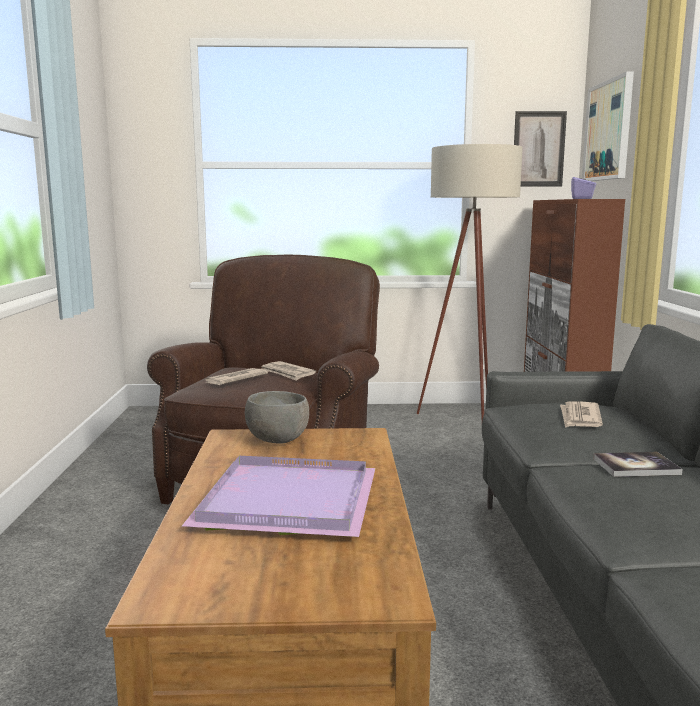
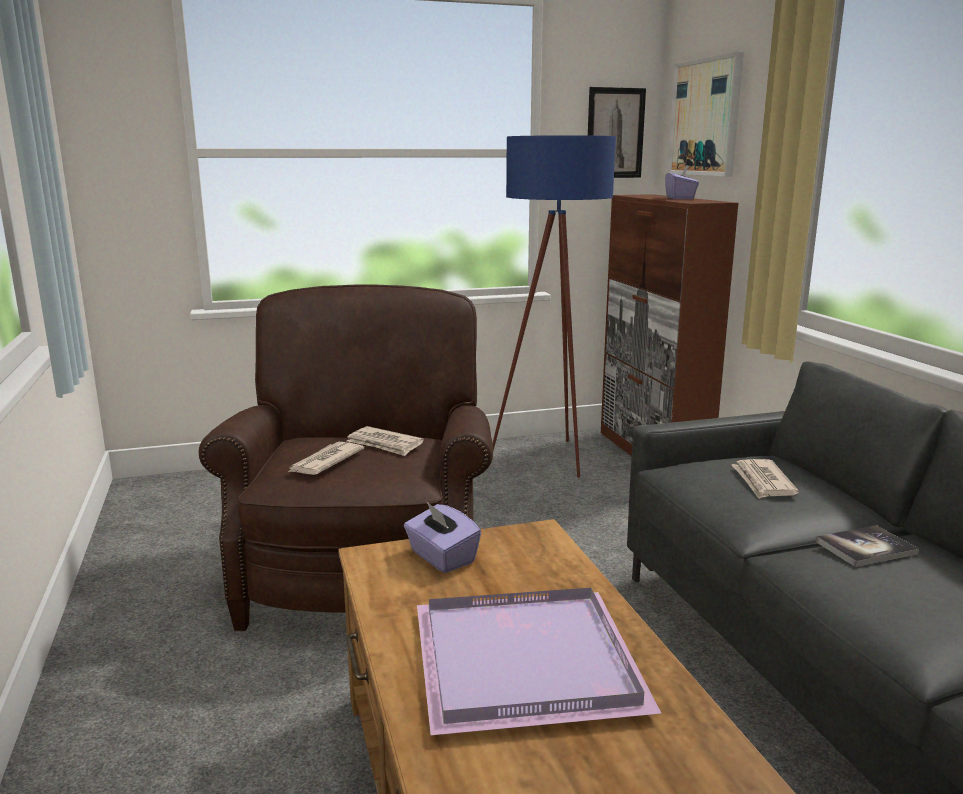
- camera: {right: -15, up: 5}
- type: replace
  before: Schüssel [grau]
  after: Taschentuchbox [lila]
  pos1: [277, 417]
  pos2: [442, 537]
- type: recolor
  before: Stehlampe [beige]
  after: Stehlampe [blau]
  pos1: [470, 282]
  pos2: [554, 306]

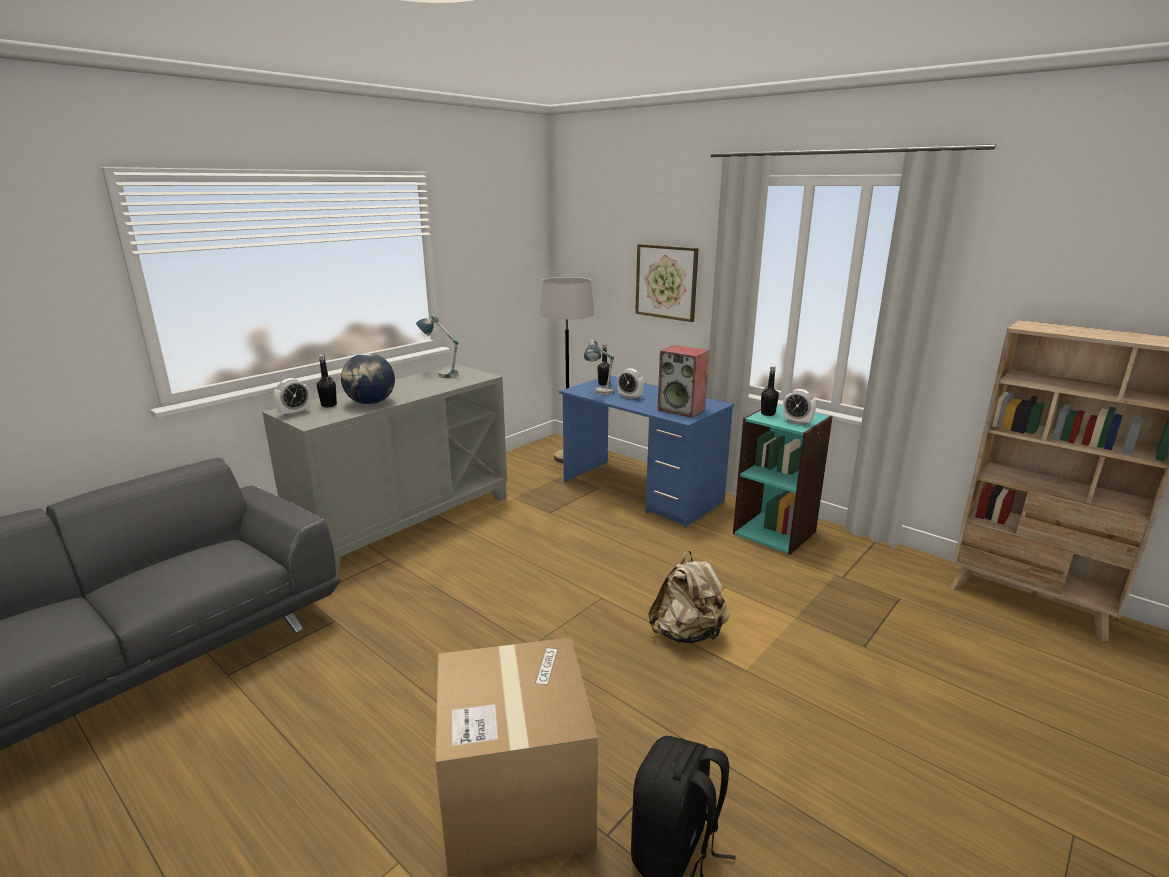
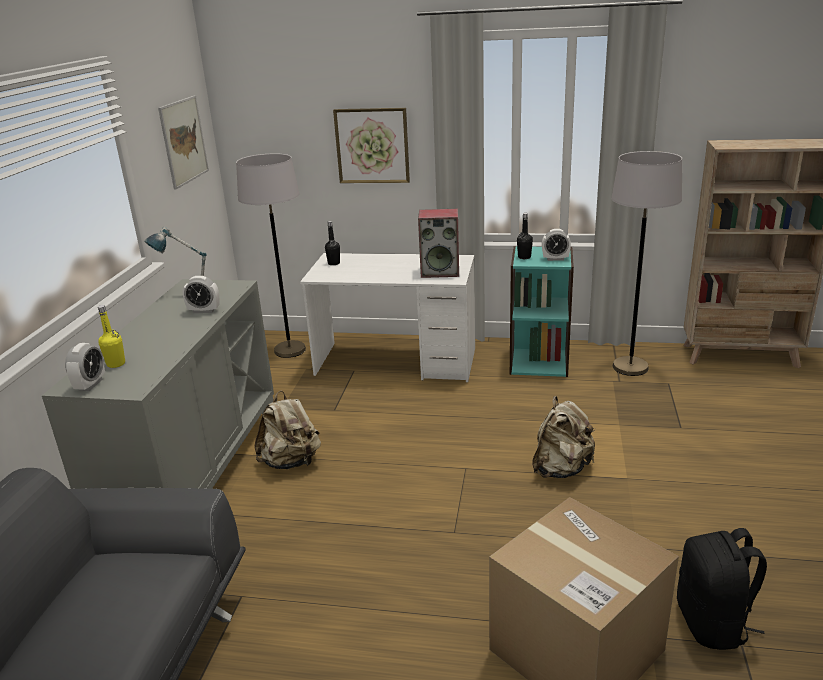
- camera: {right: -30, up: 5}
- type: recolor
  before: Flasche [schwarz]
  after: Flasche [gelb]
  pos1: [327, 381]
  pos2: [111, 336]
- type: insert
  after: Bild
  pos2: [183, 143]
- type: move
  before: Wecker
  pos1: [630, 383]
  pos2: [201, 294]
- type: insert
  after: Rucksack [beige]
  pos2: [287, 430]
- type: recolor
  before: Schreibtisch [blau]
  after: Schreibtisch [weiß]
  pos1: [646, 452]
  pos2: [387, 317]
- type: insert
  after: Stehlampe [grau]
  pos2: [646, 263]
- type: delete
  before: Globus
  pos1: [368, 379]
- type: delete
  before: Tischlampe
  pos1: [599, 367]

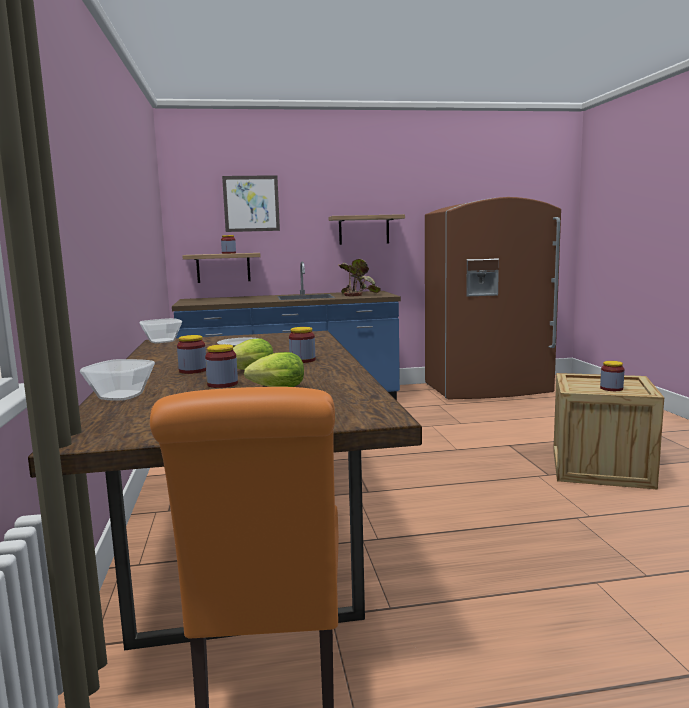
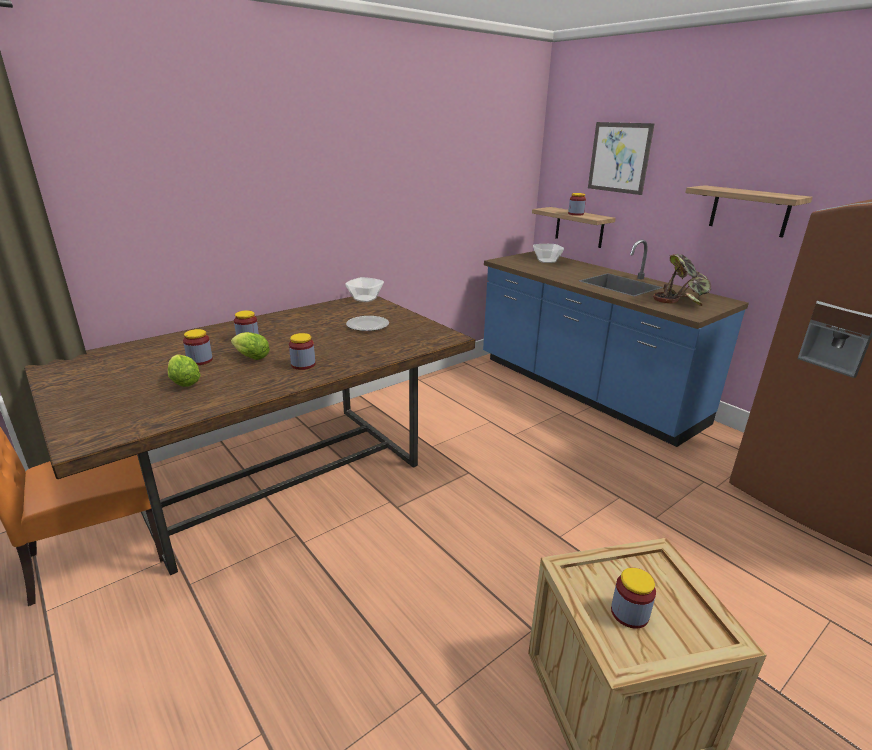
- camera: {right: 60, up: 15}
- type: move
  before: Schüssel
  pos1: [117, 380]
  pos2: [548, 253]

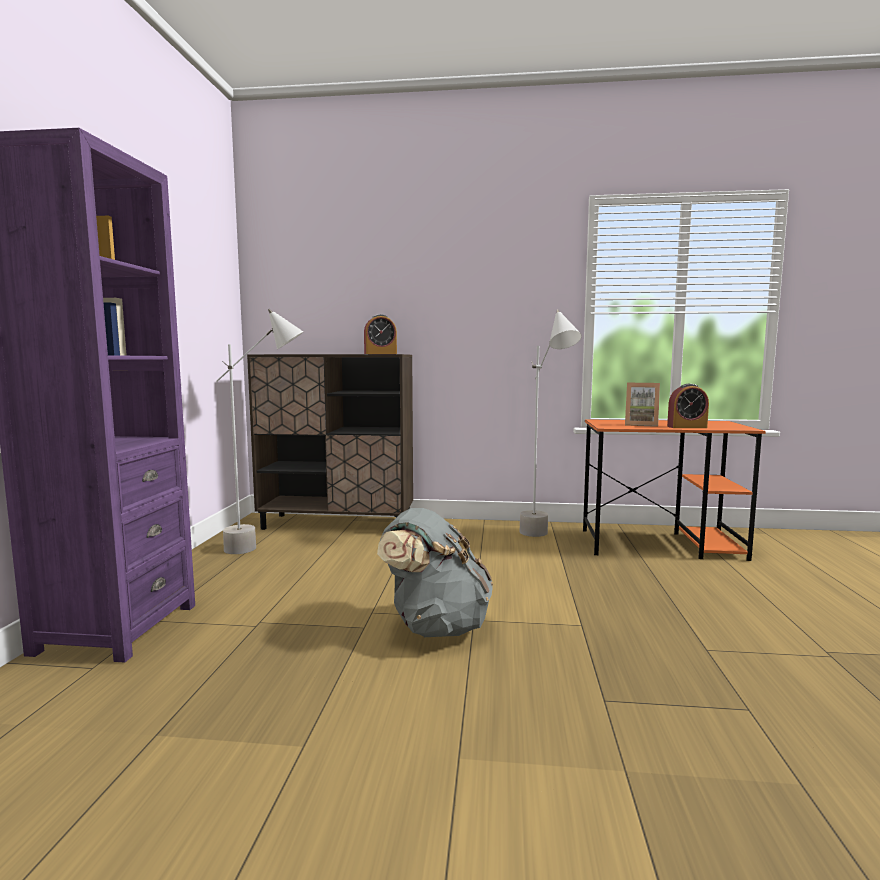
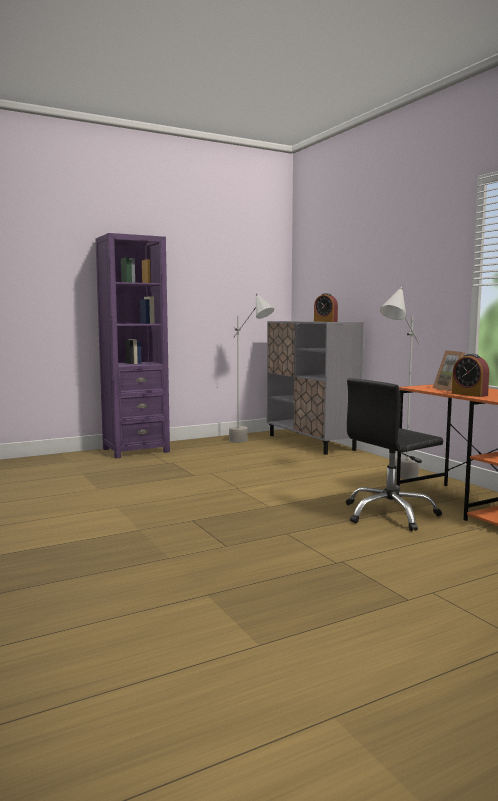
- camera: {right: 55, up: 0}
- type: recolor
  before: Schrank [braun]
  after: Schrank [grau]
  pos1: [330, 442]
  pos2: [315, 388]
- type: insert
  after: Bürostuhl [schwarz]
  pos2: [394, 454]
- type: delete
  before: Rucksack [grau]
  pos1: [435, 572]

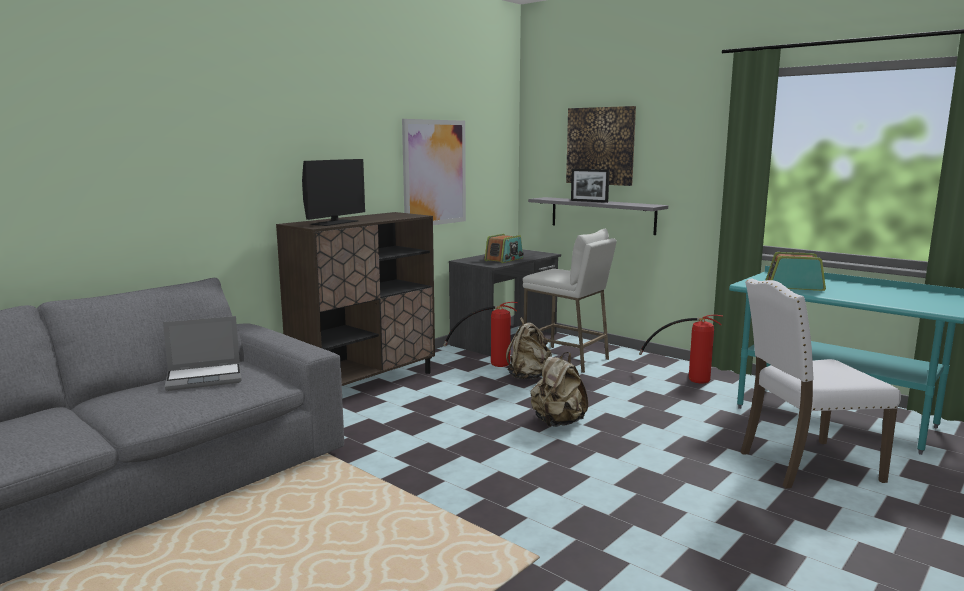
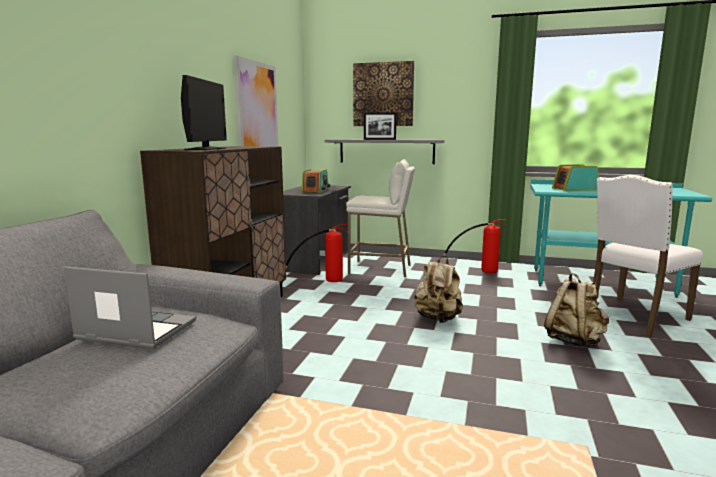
- camera: {right: -25, up: 0}
- type: rotate
  before: Laptop
  pos1: [202, 353]
  pos2: [130, 307]
  turn: -120
- type: move
  before: Rucksack [beige]
  pos1: [529, 348]
  pos2: [576, 310]

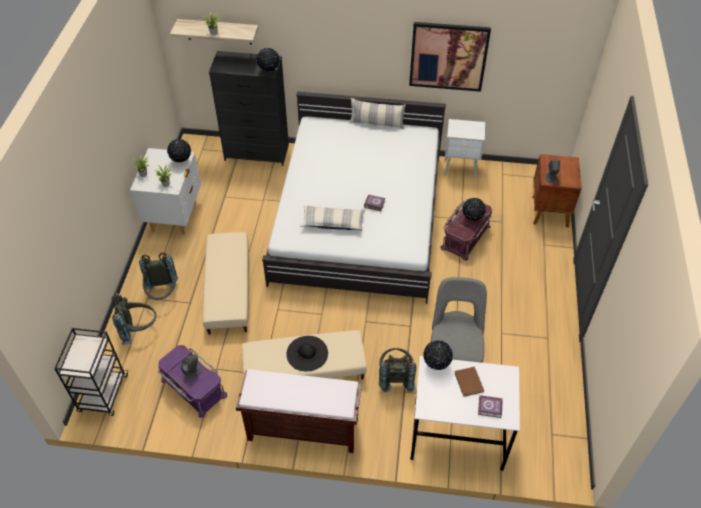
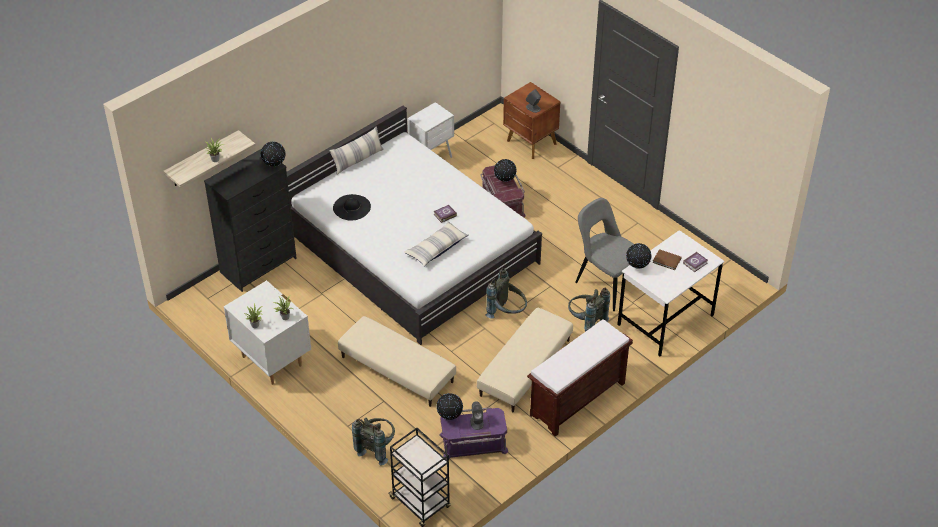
- camera: {right: -50, up: -5}
- type: move
  before: Hut [schwarz]
  pos1: [307, 353]
  pos2: [352, 207]
- type: move
  before: Globus
  pos1: [179, 150]
  pos2: [449, 406]
- type: move
  before: Rucksack [grau]
  pos1: [158, 276]
  pos2: [506, 293]
- type: delete
  before: Bild
  pos1: [450, 57]

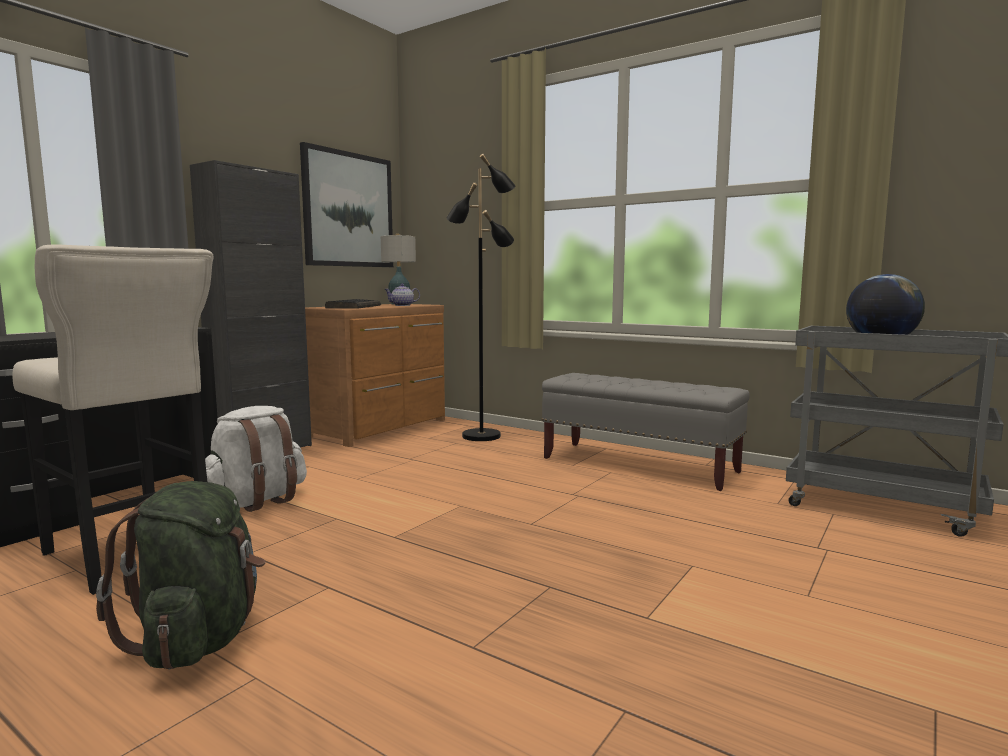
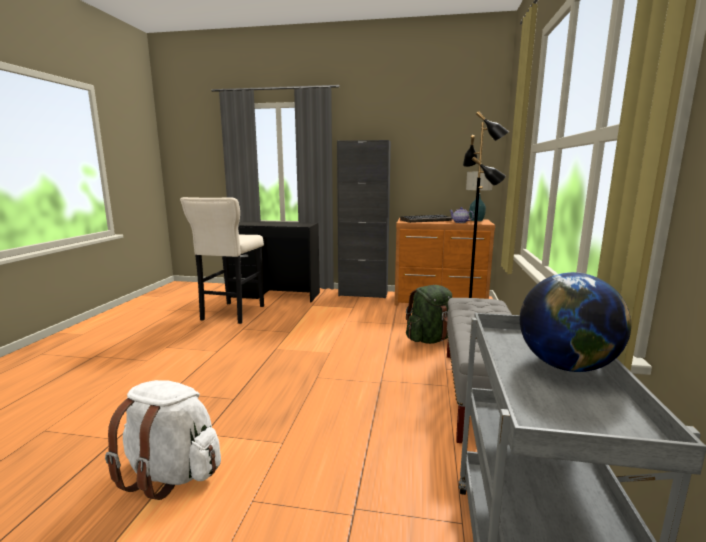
- camera: {right: 65, up: 5}
- type: move
  before: Rucksack [weiß]
  pos1: [256, 459]
  pos2: [163, 440]
- type: move
  before: Rucksack [grün]
  pos1: [180, 575]
  pos2: [429, 314]
- type: delete
  before: Bild
  pos1: [346, 204]

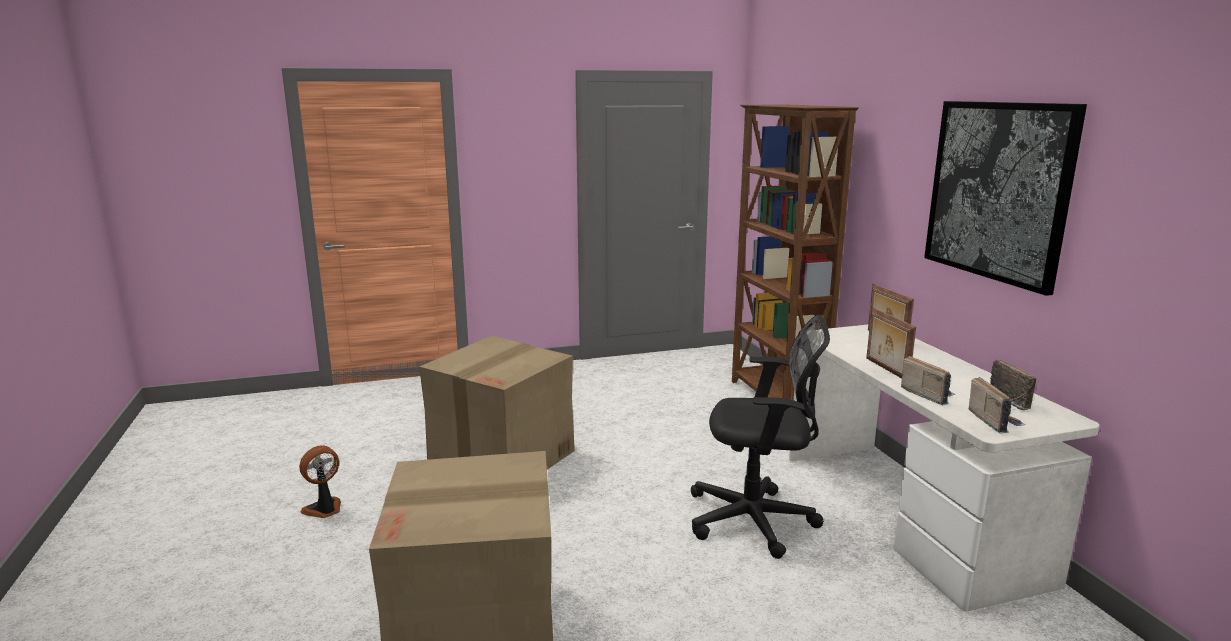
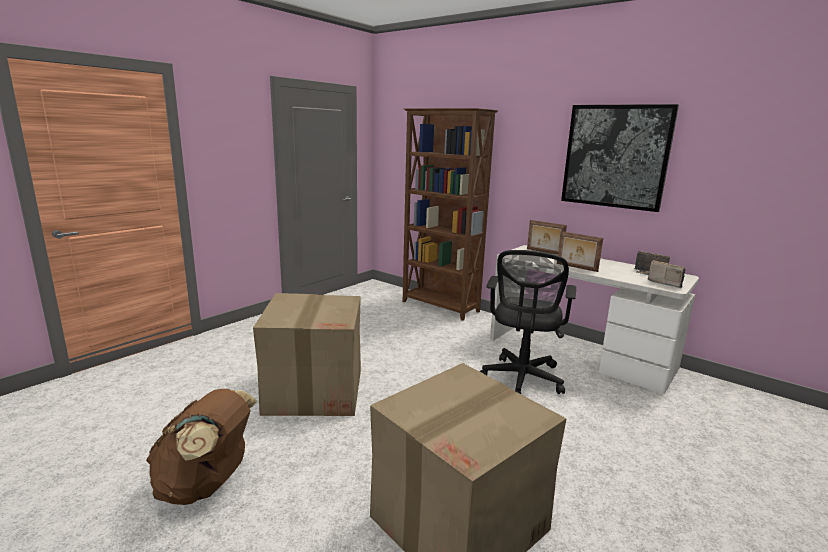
- camera: {right: -35, up: 0}
- type: replace
  before: Ventilator
  after: Rucksack [braun]
  pos1: [320, 481]
  pos2: [201, 447]
- type: rotate
  before: Bürostuhl [schwarz]
  pos1: [760, 437]
  pos2: [527, 322]
  turn: 135
- type: delete
  before: Radio
  pos1: [928, 380]

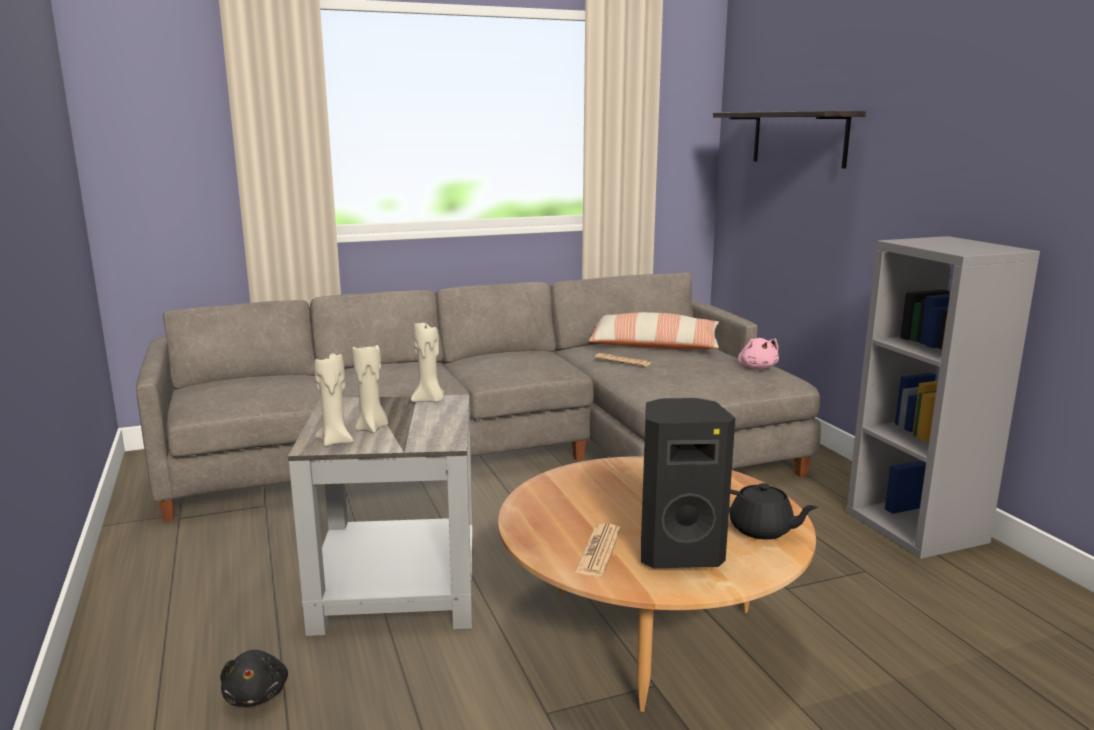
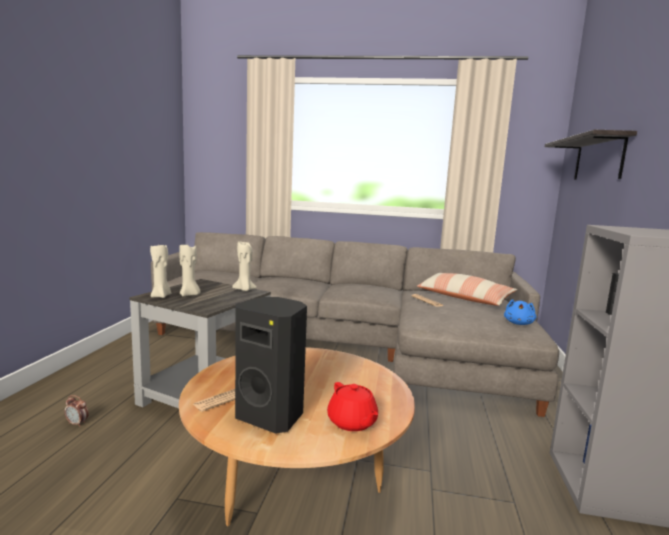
- camera: {right: 30, up: -5}
- type: replace
  before: Plüschtier [schwarz]
  after: Wecker
  pos1: [254, 678]
  pos2: [76, 411]
- type: recolor
  before: Teekanne [schwarz]
  after: Teekanne [rot]
  pos1: [773, 511]
  pos2: [352, 406]
- type: recolor
  before: Plüschtier [rosa]
  after: Plüschtier [blau]
  pos1: [758, 354]
  pos2: [520, 312]

